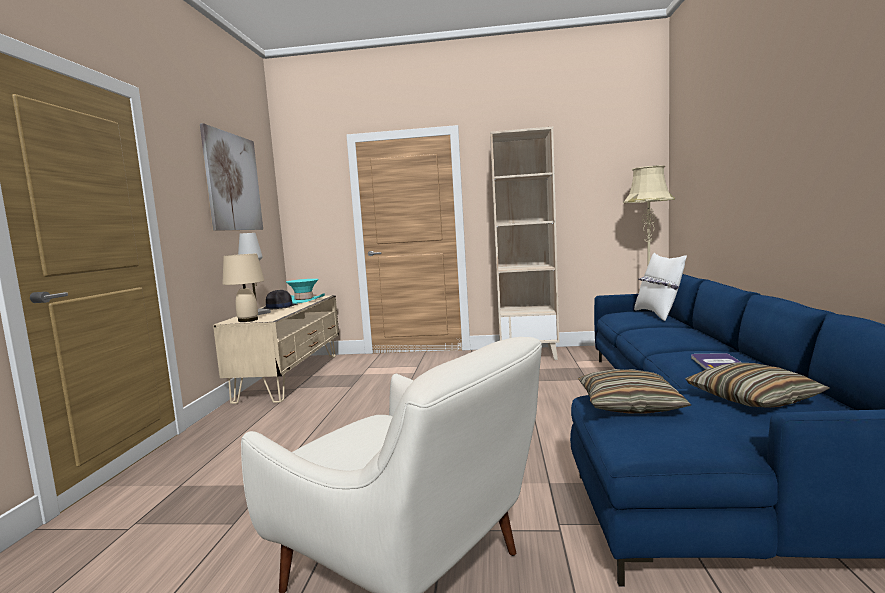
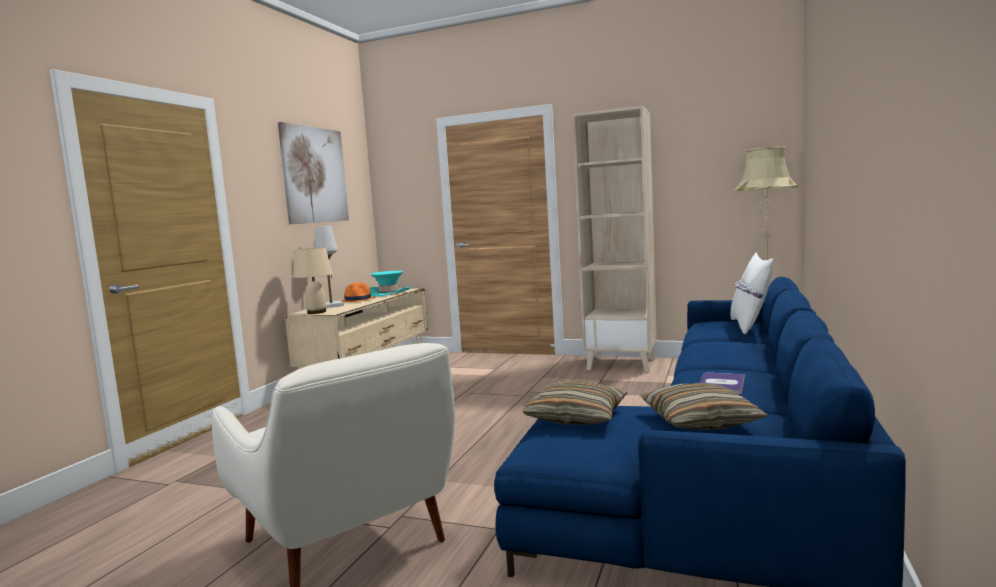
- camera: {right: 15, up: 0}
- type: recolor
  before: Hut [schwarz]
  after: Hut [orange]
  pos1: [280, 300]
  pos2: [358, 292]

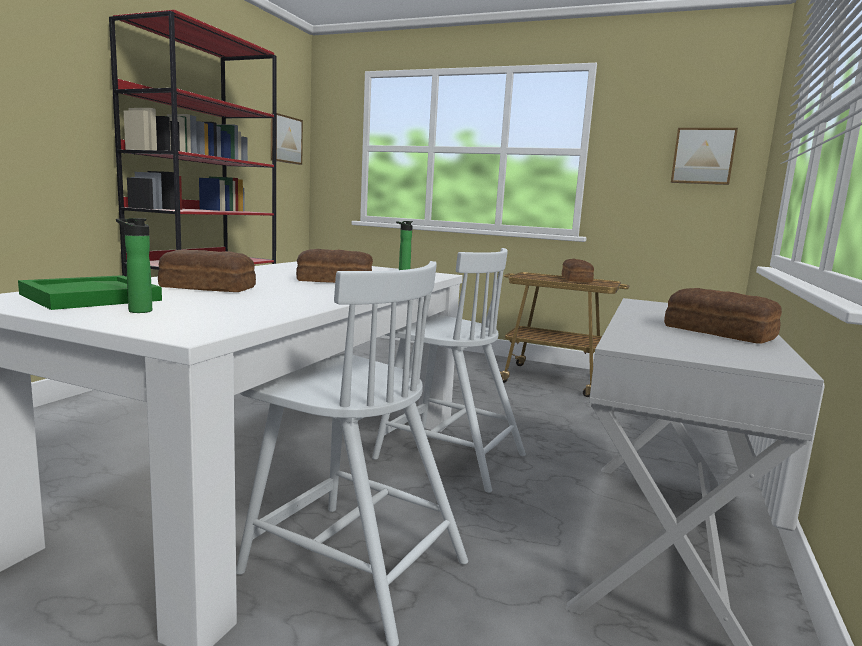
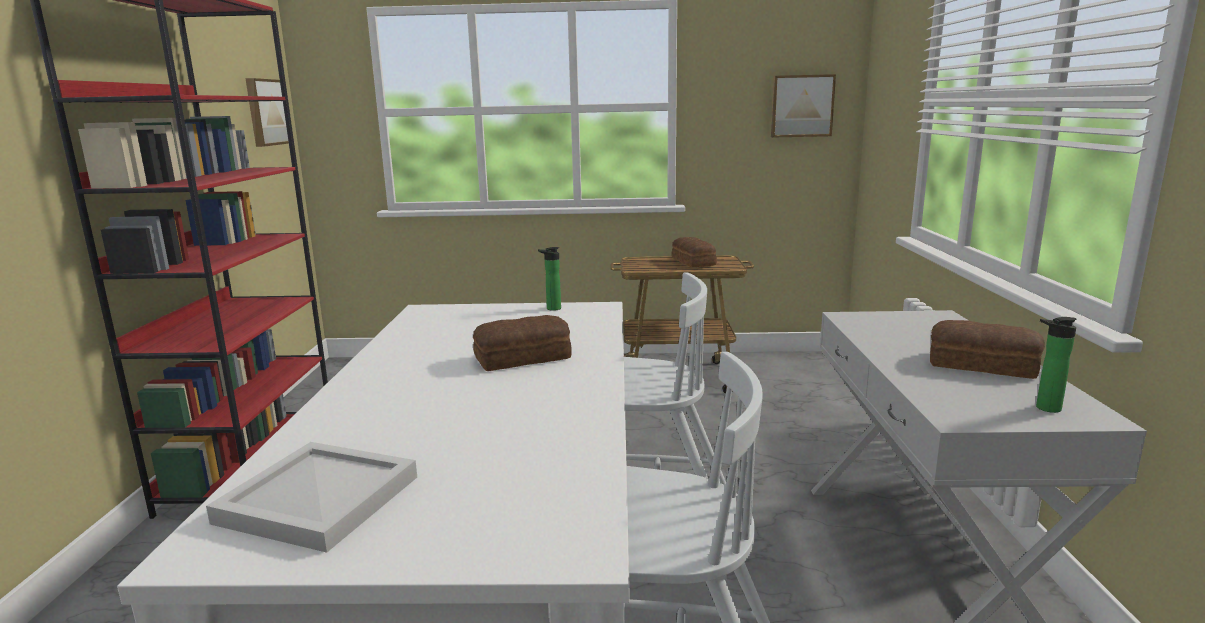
- camera: {right: -20, up: 5}
- type: recolor
  before: Tablett [grün]
  after: Tablett [weiß]
  pos1: [90, 292]
  pos2: [311, 497]
- type: move
  before: Flasche
  pos1: [134, 265]
  pos2: [1056, 365]
- type: delete
  before: Brot
  pos1: [207, 271]

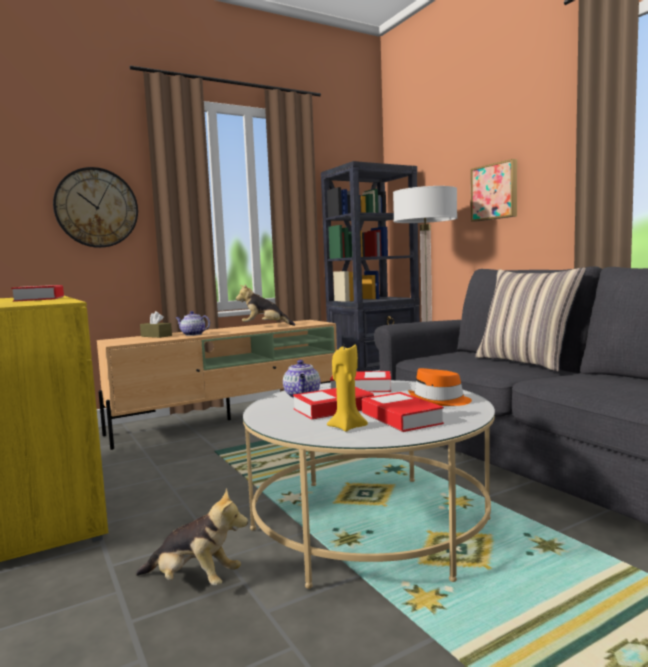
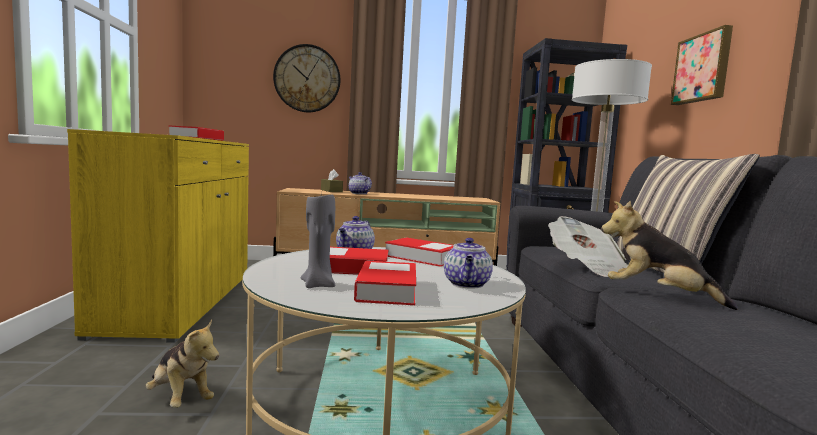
- camera: {right: 25, up: 0}
- type: recolor
  before: Kerze [gelb]
  after: Kerze [grau]
  pos1: [347, 388]
  pos2: [318, 241]
- type: replace
  before: Hut [orange]
  after: Teekanne
  pos1: [440, 387]
  pos2: [468, 263]
- type: insert
  after: Zeitung
  pos2: [588, 246]
- type: move
  before: Plüschtier
  pos1: [265, 305]
  pos2: [669, 255]

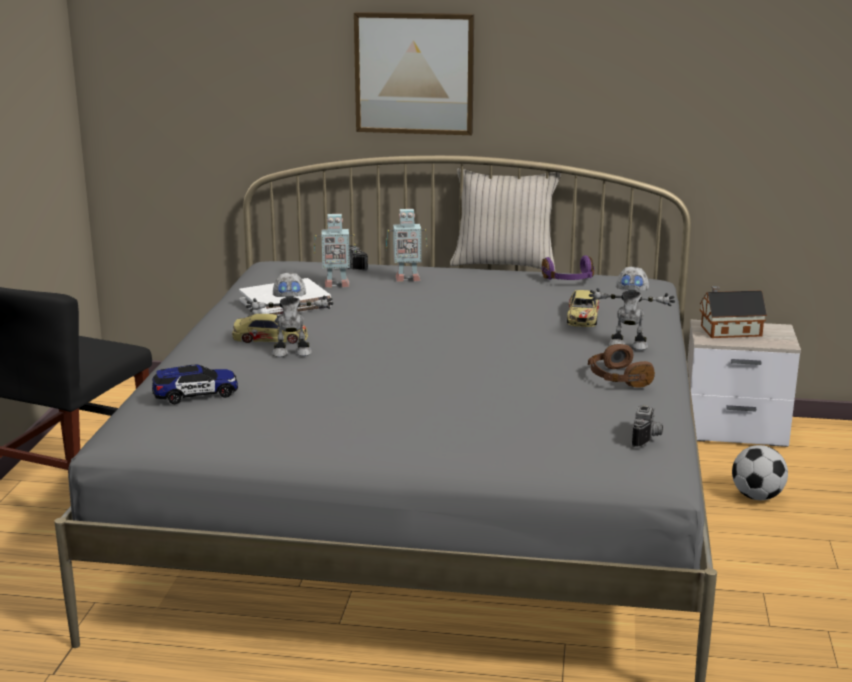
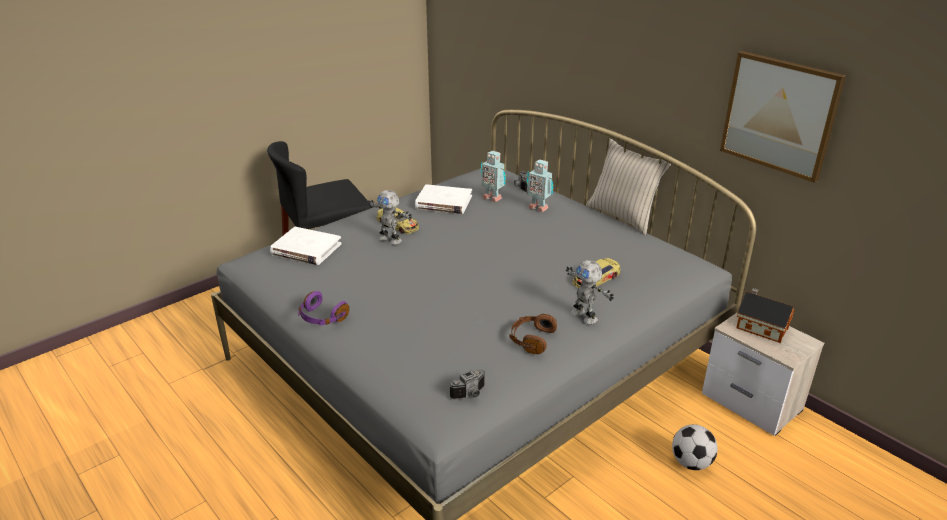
- camera: {right: 40, up: 10}
- type: replace
  before: Spielzeugauto
  after: Buch [weiß]
  pos1: [195, 384]
  pos2: [306, 246]
- type: move
  before: Kopfhörer [lila]
  pos1: [568, 267]
  pos2: [323, 308]
- type: move
  before: Bild
  pos1: [414, 73]
  pos2: [783, 117]

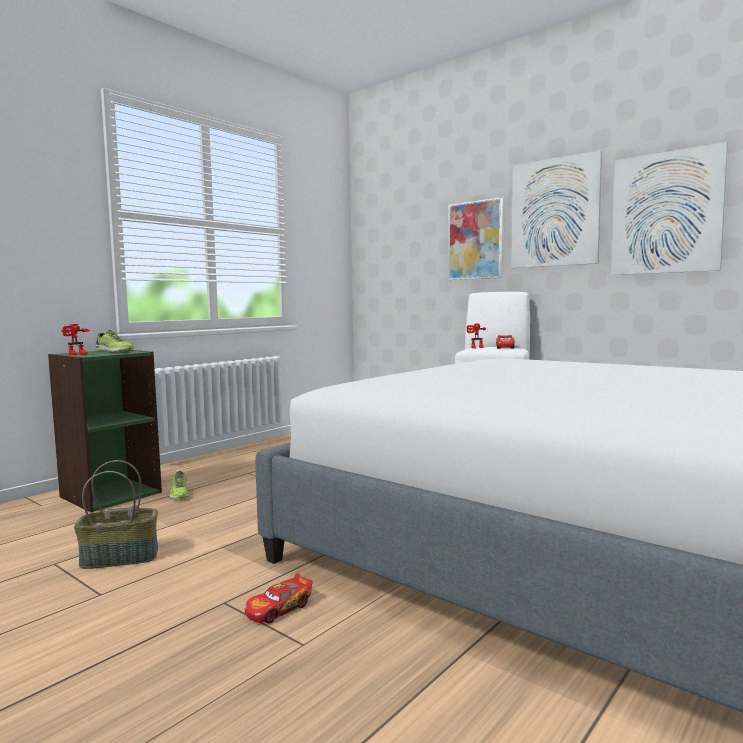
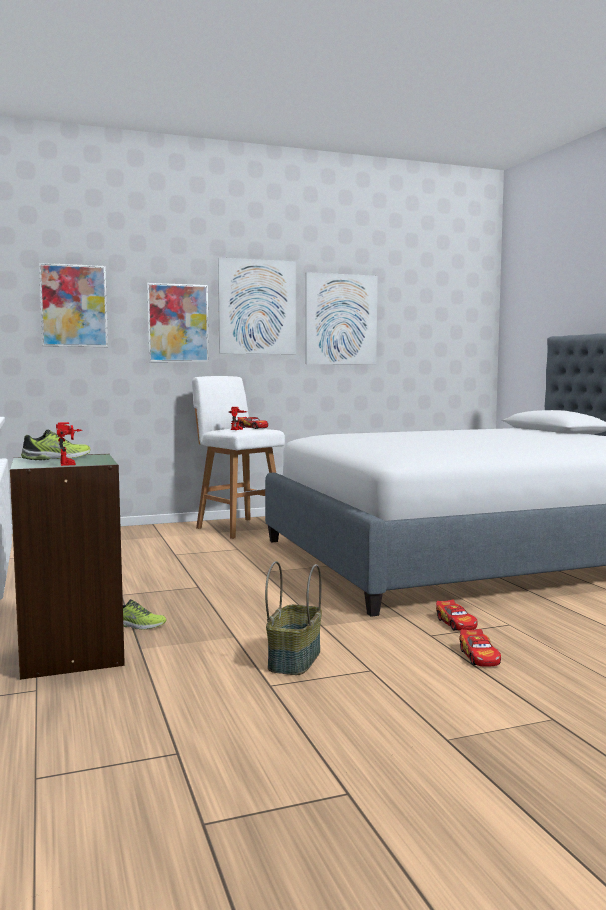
- camera: {right: -60, up: 0}
- type: insert
  after: Bild
  pos2: [73, 305]
- type: insert
  after: Spielzeugauto
  pos2: [480, 648]

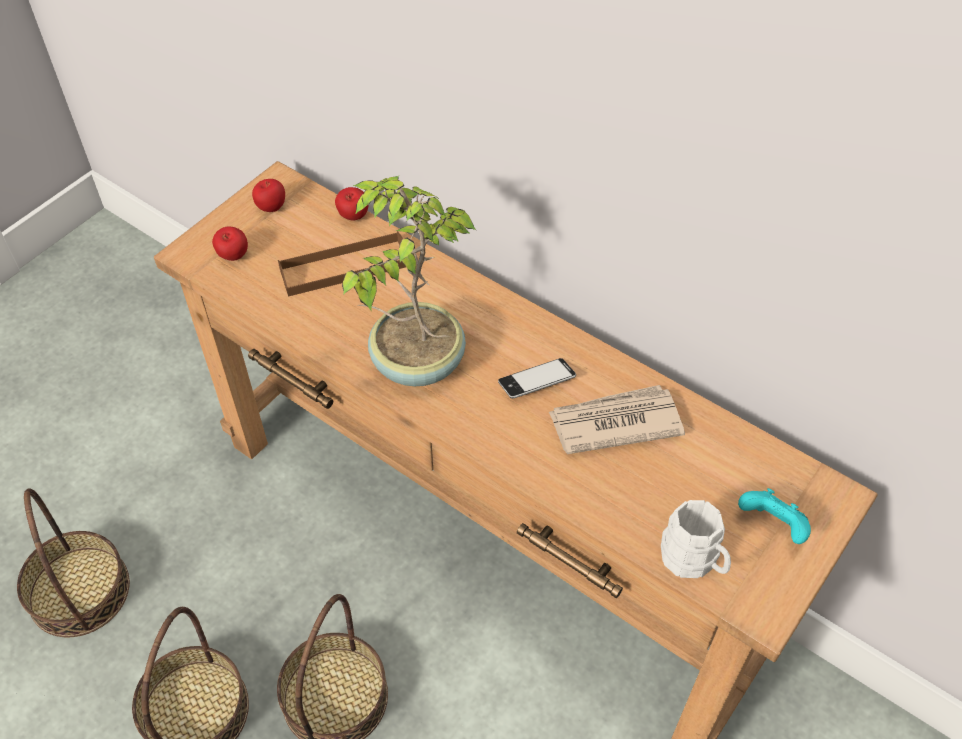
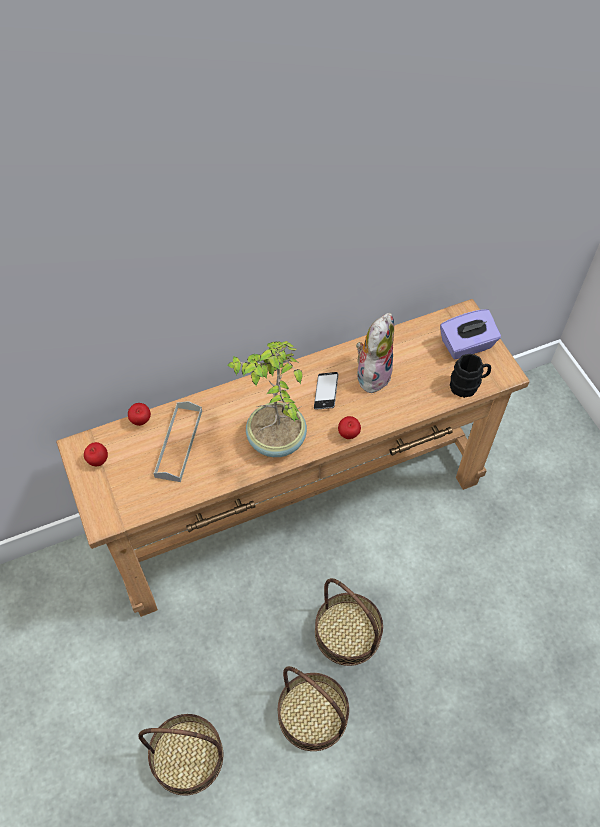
- camera: {right: -60, up: 5}
- type: recolor
  before: Tablett [braun]
  after: Tablett [grau]
  pos1: [342, 264]
  pos2: [177, 441]
- type: move
  before: Apfel
  pos1: [230, 243]
  pos2: [349, 427]
- type: replace
  before: Zeitung
  after: Plüschtier
  pos1: [617, 419]
  pos2: [375, 353]
- type: replace
  before: Gamepad [türkis]
  after: Taschentuchbox [lila]
  pos1: [774, 516]
  pos2: [470, 334]
- type: recolor
  before: Henkelbecher [weiß]
  after: Henkelbecher [schwarz]
  pos1: [696, 539]
  pos2: [470, 376]

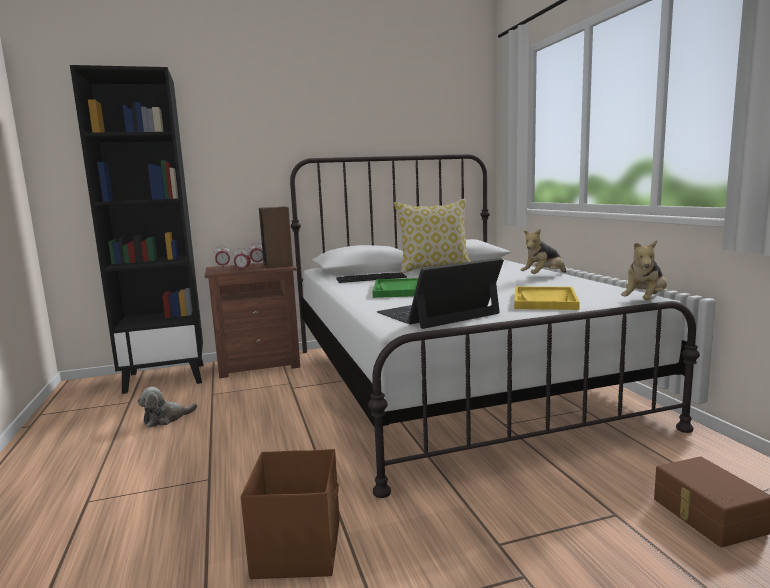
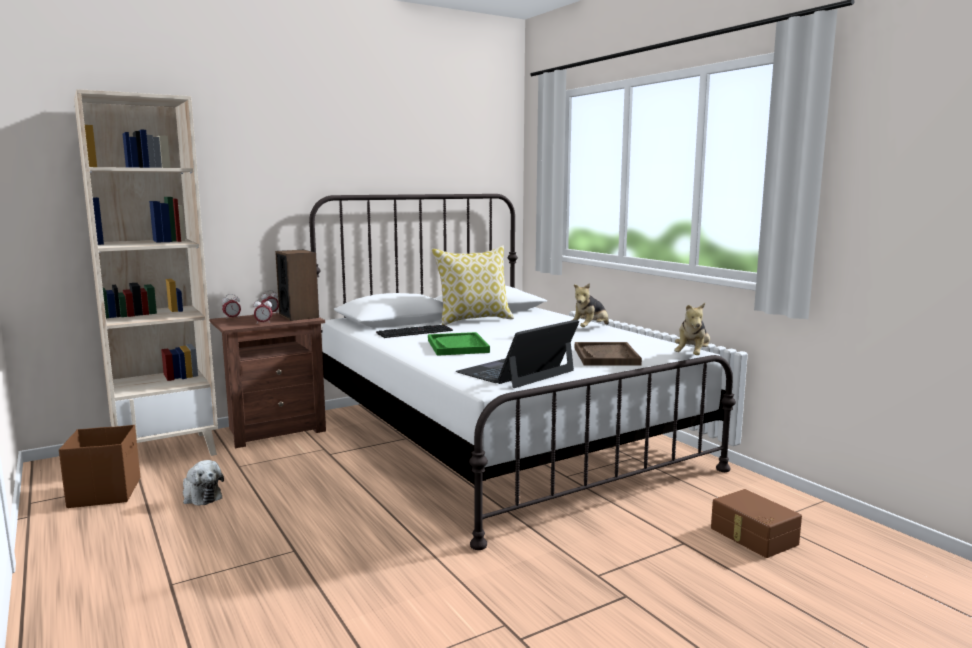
- camera: {right: -15, up: 0}
- type: move
  before: Aufbewahrungsbox [braun]
  pos1: [290, 514]
  pos2: [99, 466]
- type: recolor
  before: Bücherregal [schwarz]
  after: Bücherregal [beige]
  pos1: [137, 229]
  pos2: [146, 272]
- type: rotate
  before: Plüschtier
  pos1: [167, 407]
  pos2: [203, 483]
  turn: -90
- type: recolor
  before: Tablett [gelb]
  after: Tablett [braun]
  pos1: [547, 298]
  pos2: [608, 354]

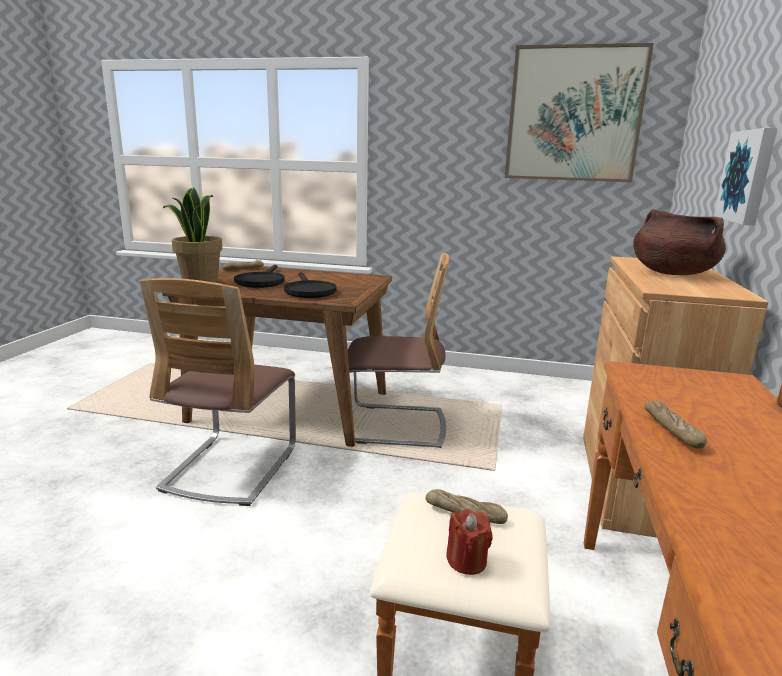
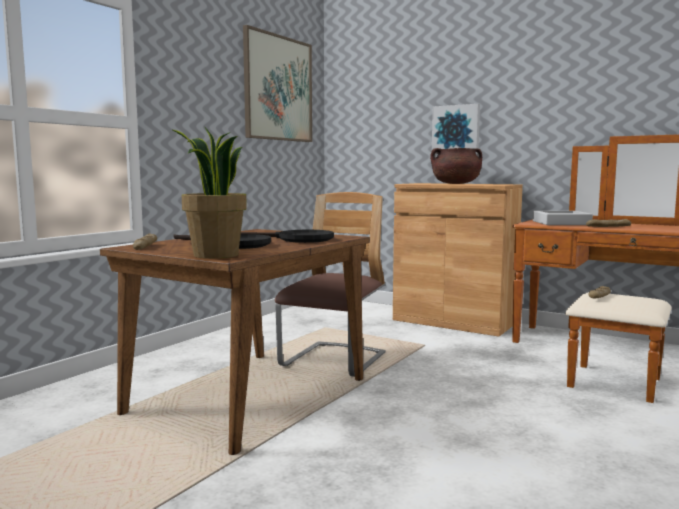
- camera: {right: -70, up: -10}
- type: insert
  after: Tablett [grau]
  pos2: [563, 218]
- type: delete
  before: Stuhl
  pos1: [218, 392]
- type: delete
  before: Kerze [rot]
  pos1: [469, 542]

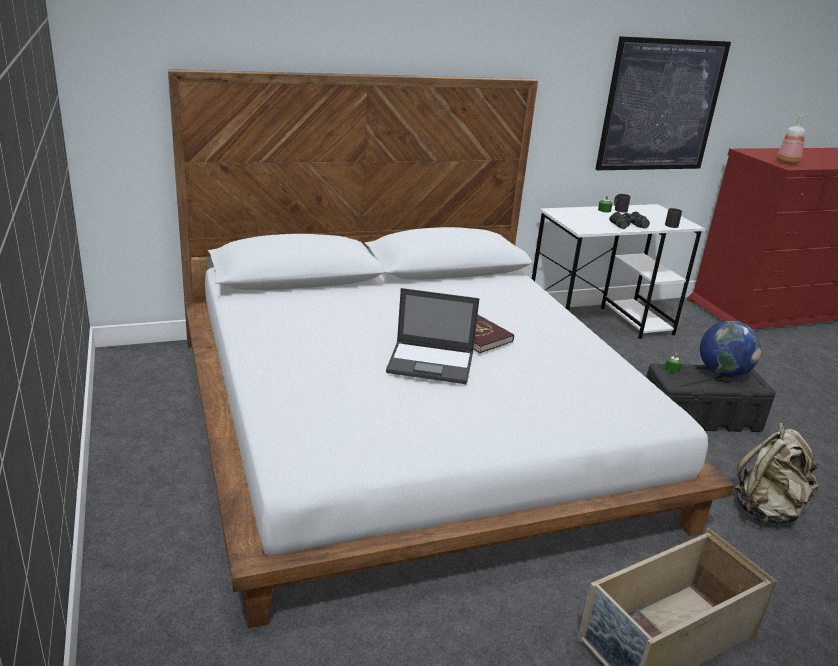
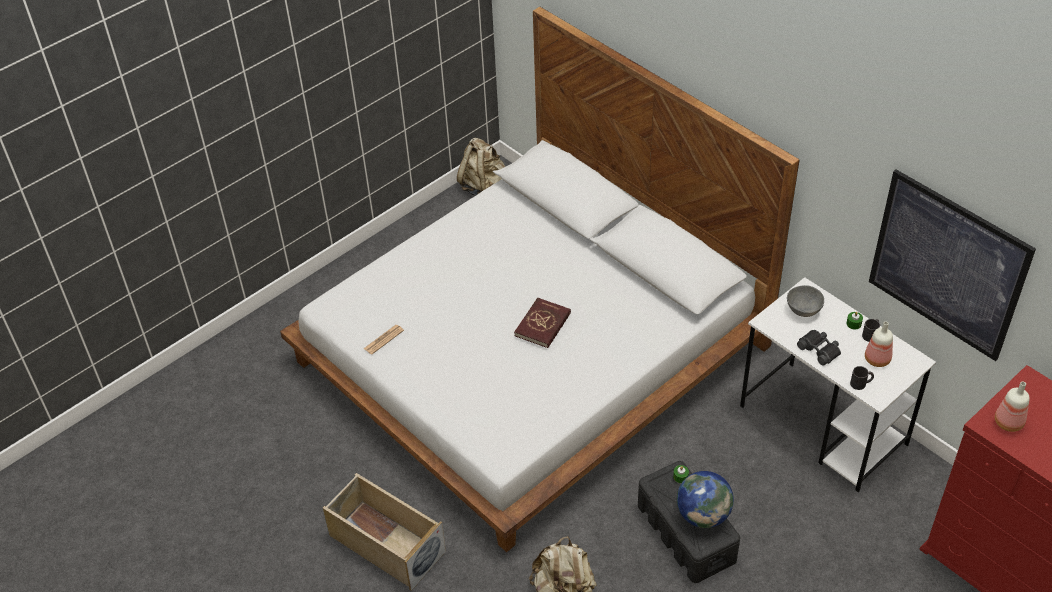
- camera: {right: 70, up: 20}
- type: insert
  after: Zeitung
  pos2: [384, 340]
- type: insert
  after: Rucksack [beige]
  pos2: [481, 167]
- type: insert
  after: Schüssel [grau]
  pos2: [805, 301]
- type: insert
  after: Flasche
  pos2: [879, 344]
- type: delete
  before: Laptop
  pos1: [433, 336]

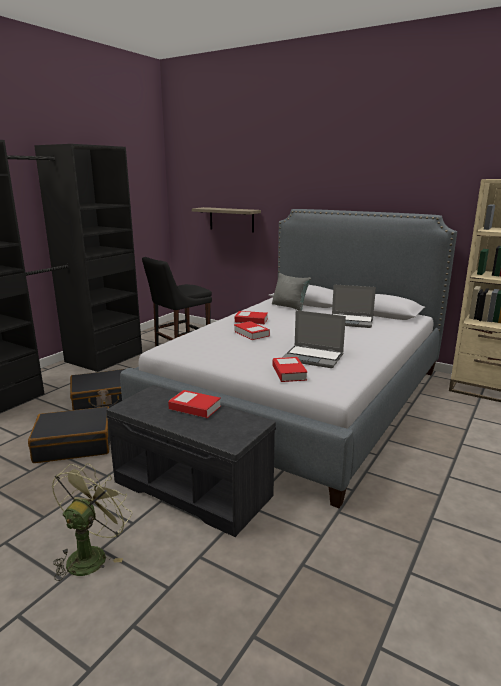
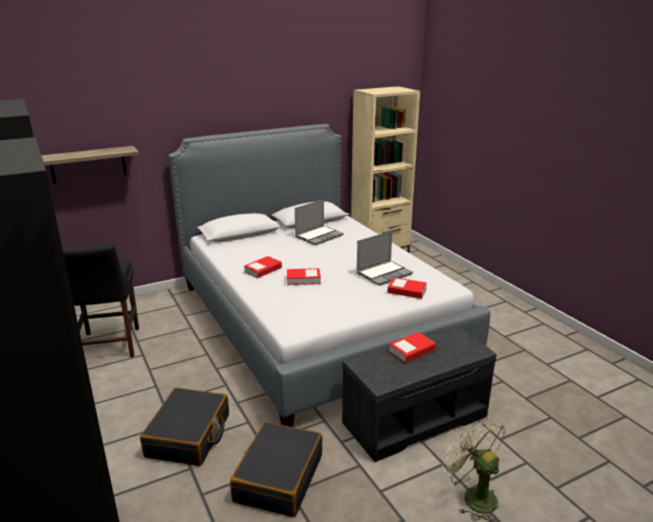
- camera: {right: -60, up: 5}
- type: delete
  before: Kissen [grau]
  pos1: [291, 292]

